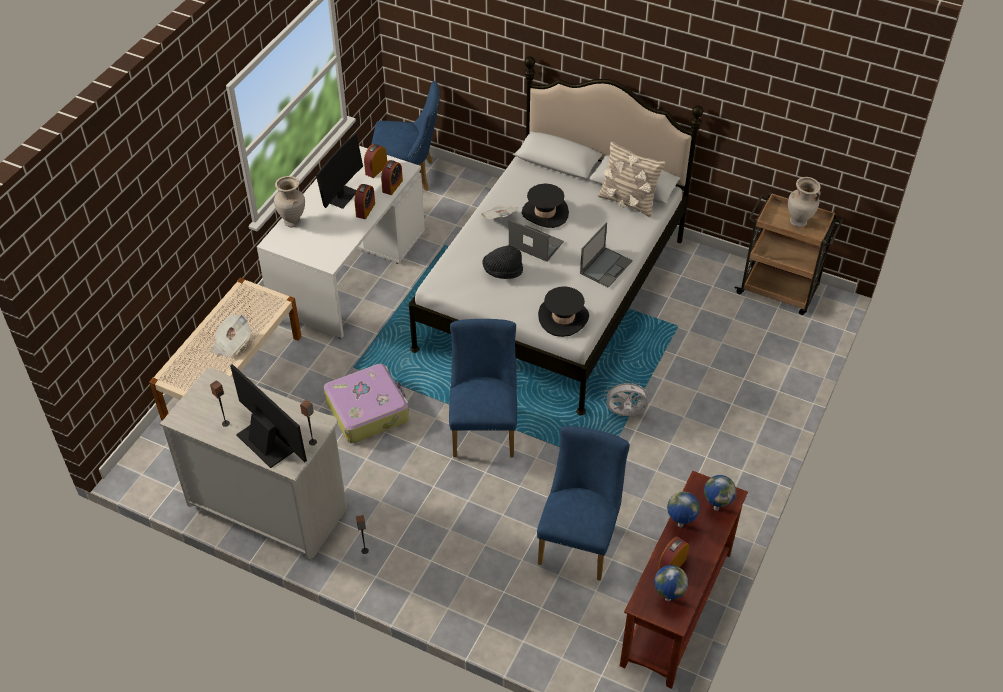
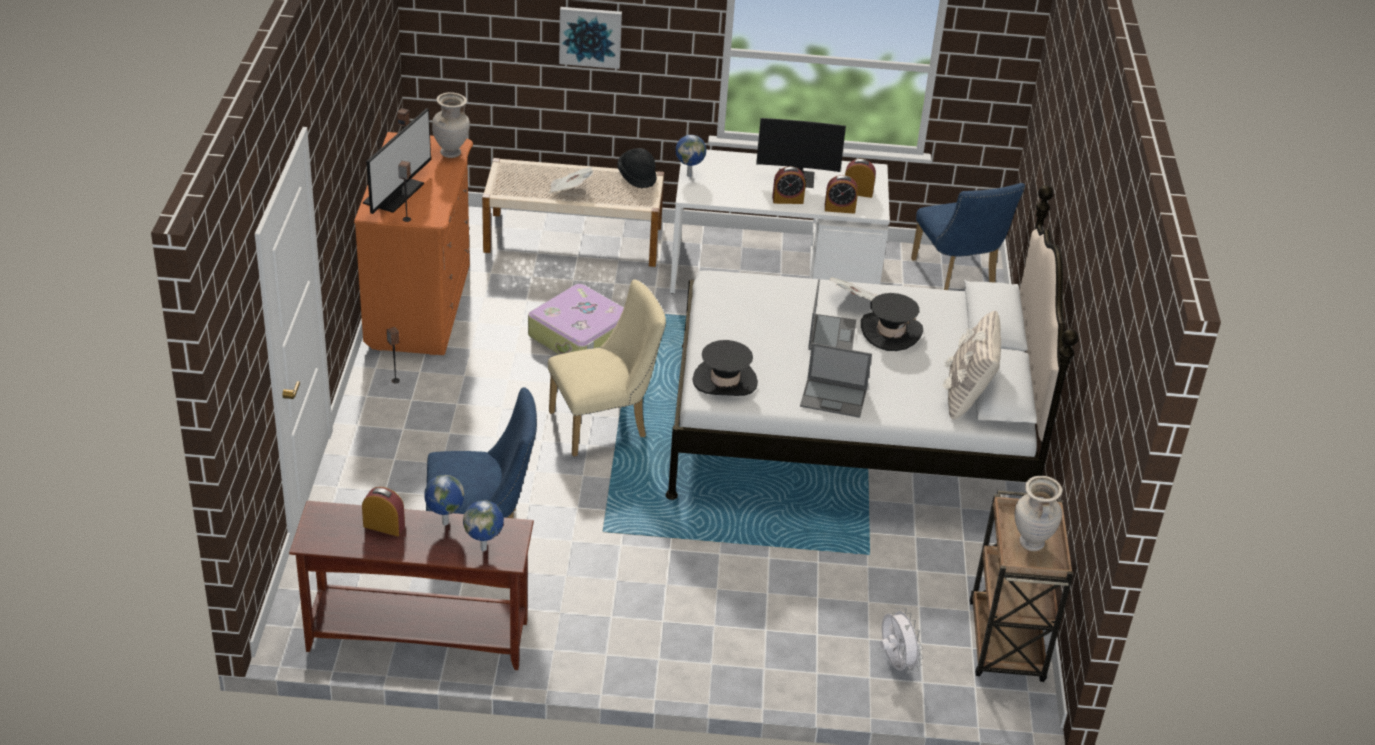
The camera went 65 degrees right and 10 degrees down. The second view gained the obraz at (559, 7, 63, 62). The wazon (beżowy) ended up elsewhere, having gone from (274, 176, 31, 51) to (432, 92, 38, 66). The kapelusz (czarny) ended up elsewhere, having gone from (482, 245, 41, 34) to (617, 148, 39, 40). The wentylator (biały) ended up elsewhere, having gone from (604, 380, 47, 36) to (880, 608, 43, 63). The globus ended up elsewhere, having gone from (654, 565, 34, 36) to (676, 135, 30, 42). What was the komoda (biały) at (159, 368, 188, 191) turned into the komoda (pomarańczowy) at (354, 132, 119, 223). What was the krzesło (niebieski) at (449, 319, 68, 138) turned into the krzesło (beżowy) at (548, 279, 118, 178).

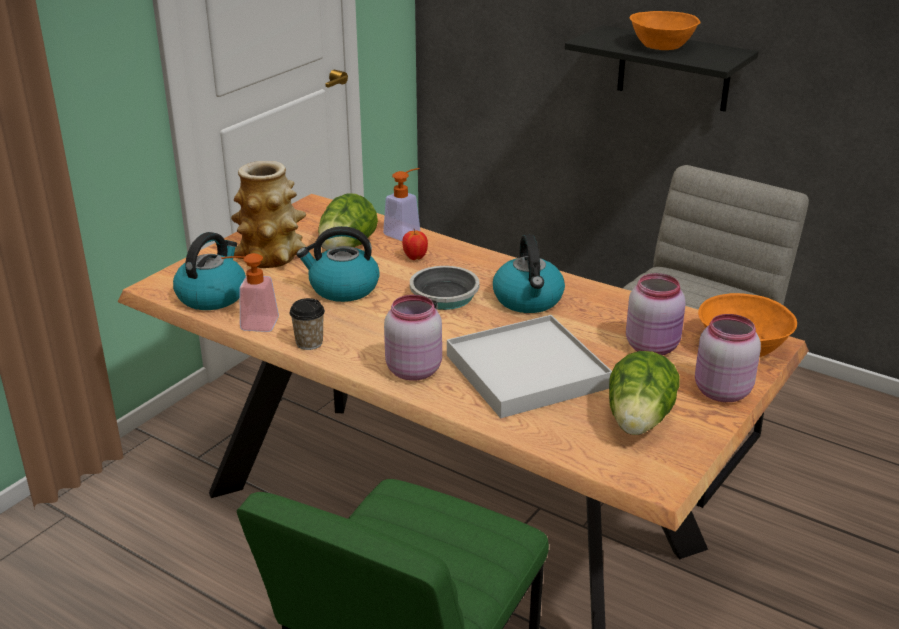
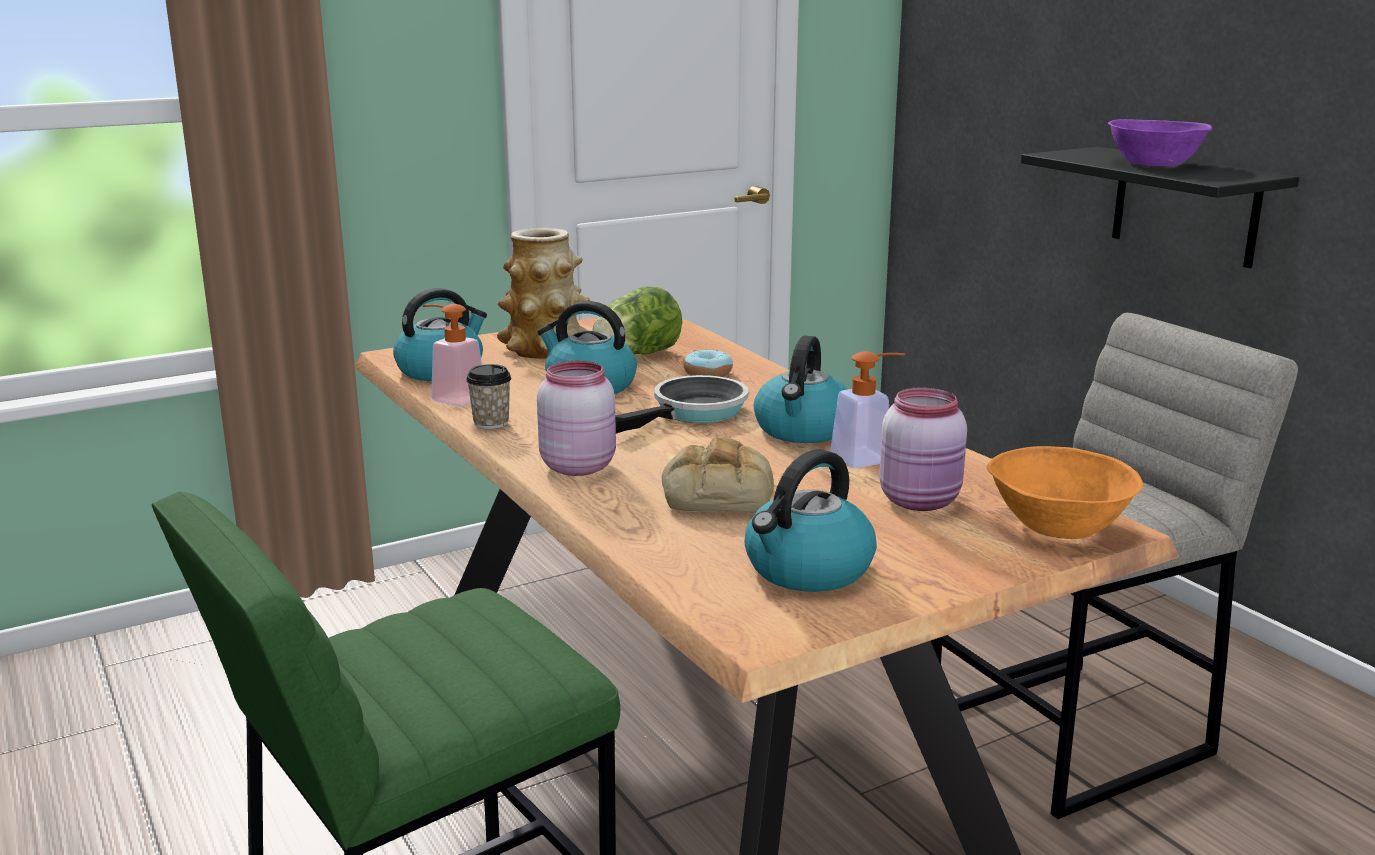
The camera went 25 degrees right and 10 degrees down. The second view lost the słoik (różowy) at (695, 314, 66, 88). The dozownik mydła ended up elsewhere, having gone from (383, 168, 37, 73) to (830, 351, 75, 117). Where the jabłko stood at (402, 229, 26, 31), the donut came to stand at (684, 349, 49, 28). Where the taca (biały) stood at (447, 315, 165, 103), the chleb came to stand at (662, 436, 112, 77). Where the sałata stood at (609, 351, 70, 84), the czajnik came to stand at (745, 449, 131, 143). What was the miska (pomarańczowy) at (630, 11, 71, 39) turned into the miska (fioletowy) at (1108, 119, 105, 47).

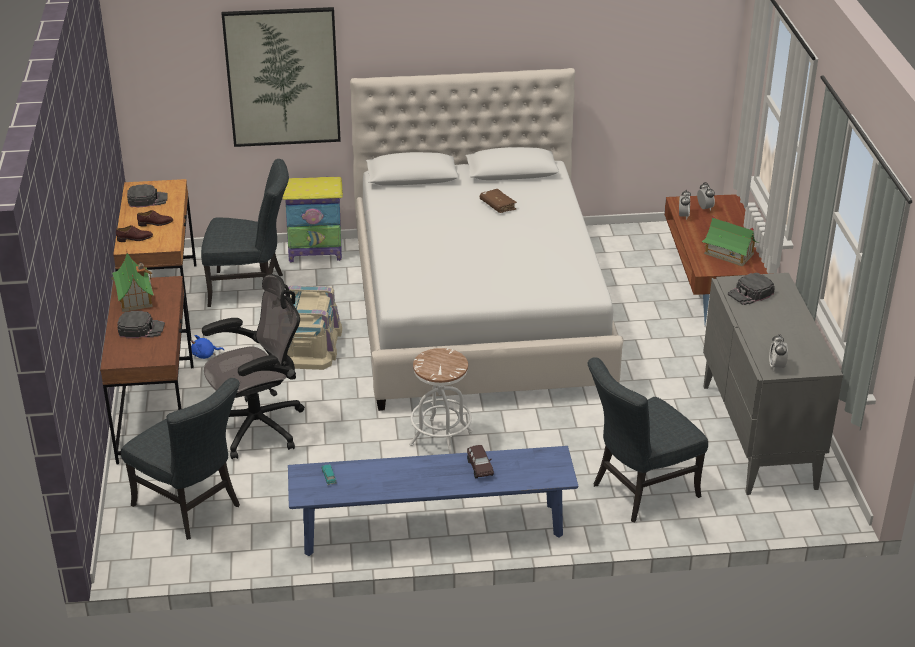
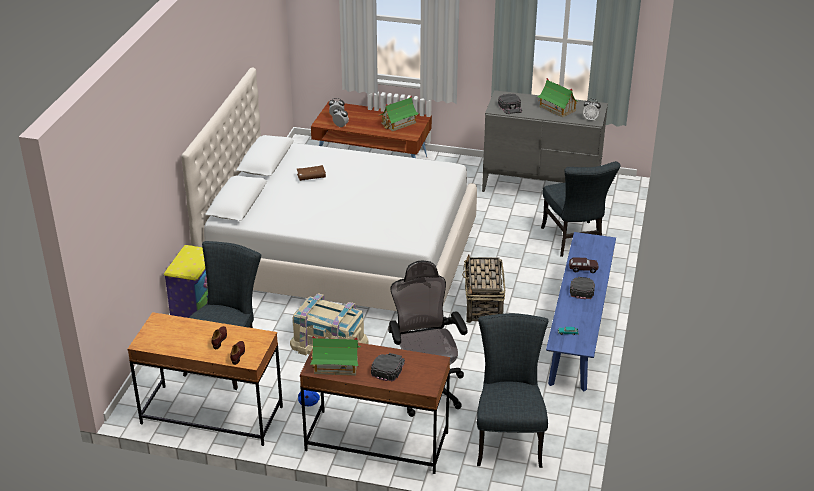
The camera went 70 degrees left and 0 degrees up. The second view lost the obraz at (222, 7, 119, 140). The second view gained the domek at (537, 78, 42, 39). The czapka z daszkiem (czarny) ended up elsewhere, having gone from (127, 184, 40, 24) to (570, 277, 25, 22). Where the stołek (biały) stood at (409, 348, 64, 106), the koszyk came to stand at (462, 254, 43, 69). The krzesło (szary) at (121, 378, 119, 162) ended up facing another way, 60 degrees counterclockwise from before.

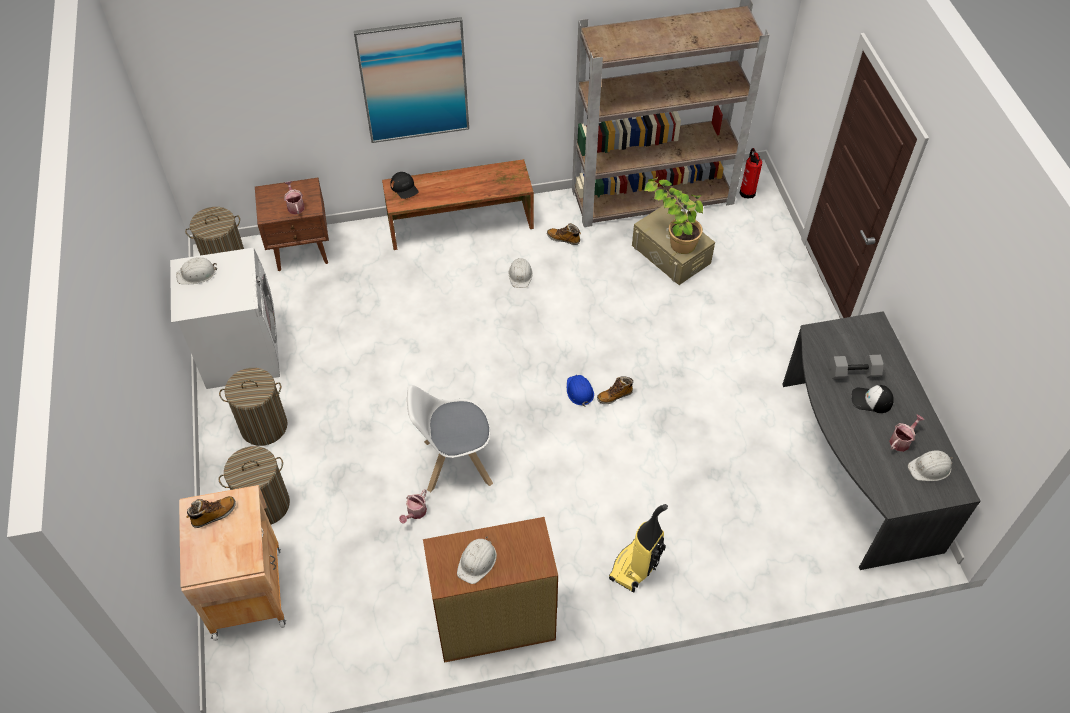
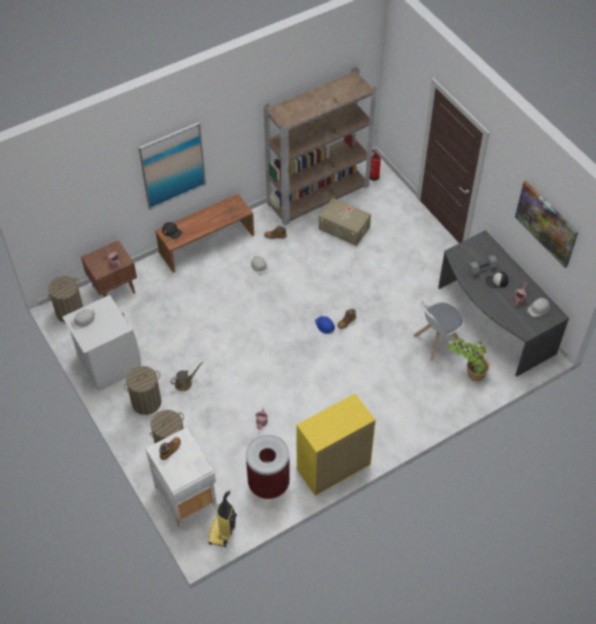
The camera went 20 degrees left and 0 degrees up. The second view lost the kask (biały) at (457, 536, 40, 48). The second view gained the konewka (brązowy) at (170, 362, 33, 29). The second view gained the kosz na śmieci at (246, 435, 44, 64). The second view gained the obraz at (515, 181, 63, 87). The krzesło ended up elsewhere, having gone from (407, 385, 86, 107) to (413, 299, 51, 62). The odkurzacz ended up elsewhere, having gone from (609, 504, 59, 88) to (208, 491, 29, 56). The roślina doniczkowa ended up elsewhere, having gone from (644, 176, 59, 78) to (448, 338, 42, 43). What was the wózek (brązowy) at (179, 485, 107, 156) turned into the wózek (biały) at (145, 428, 72, 99). What was the szafka (brązowy) at (423, 517, 135, 146) turned into the szafka (żółty) at (297, 394, 79, 102).

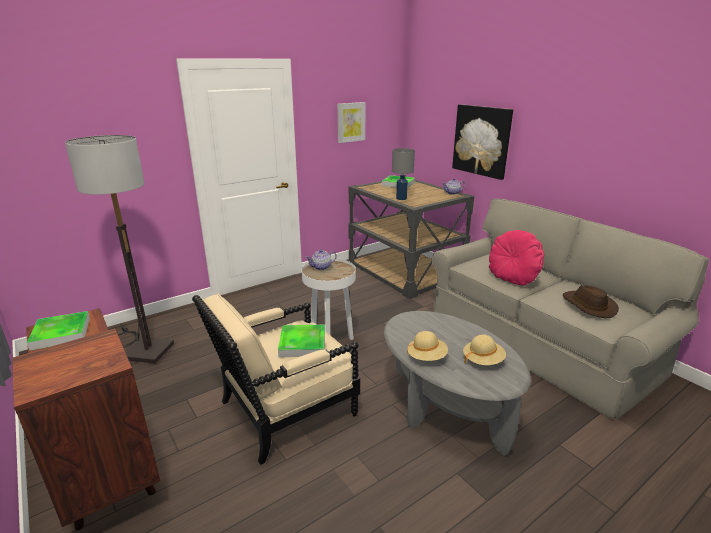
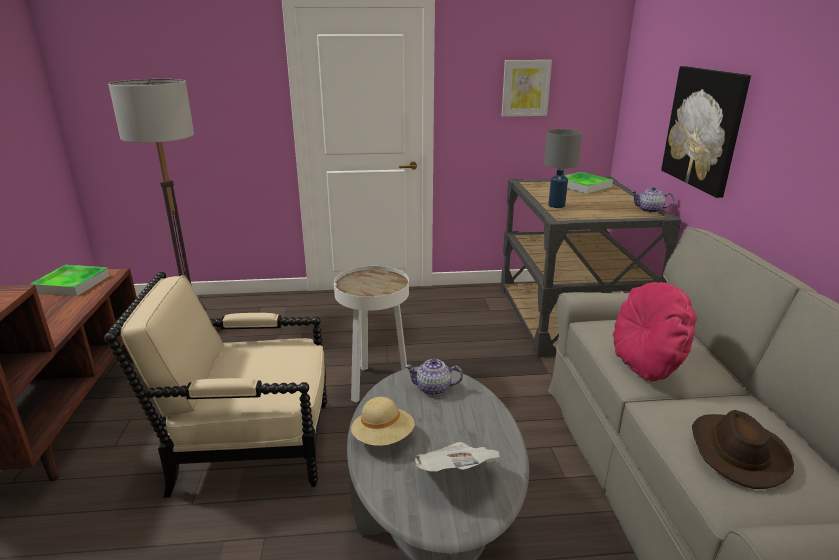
The camera went 30 degrees right and 0 degrees up. The second view lost the taca at (278, 325, 47, 32). The imbryk ended up elsewhere, having gone from (306, 249, 31, 21) to (405, 359, 58, 36). Where the kapelusz (beżowy) stood at (463, 334, 43, 31), the gazeta came to stand at (415, 442, 85, 30).

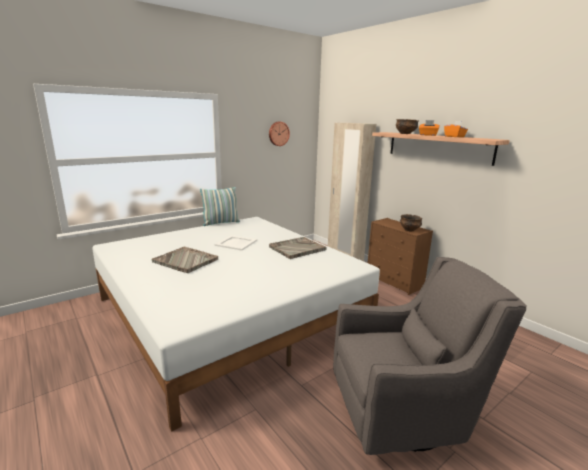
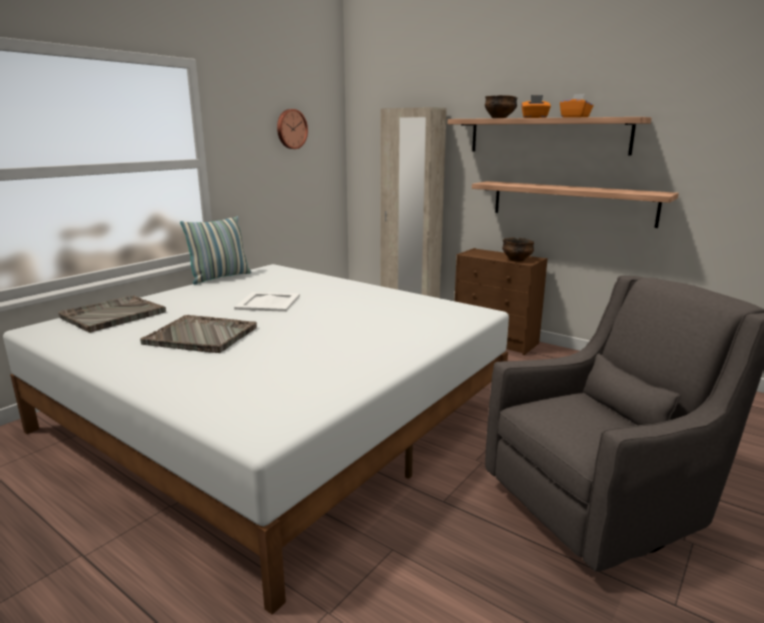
The camera went 15 degrees left and 0 degrees up. The second view gained the półka at (472, 181, 207, 47). The taca (szary) ended up elsewhere, having gone from (269, 237, 58, 22) to (58, 296, 108, 37).

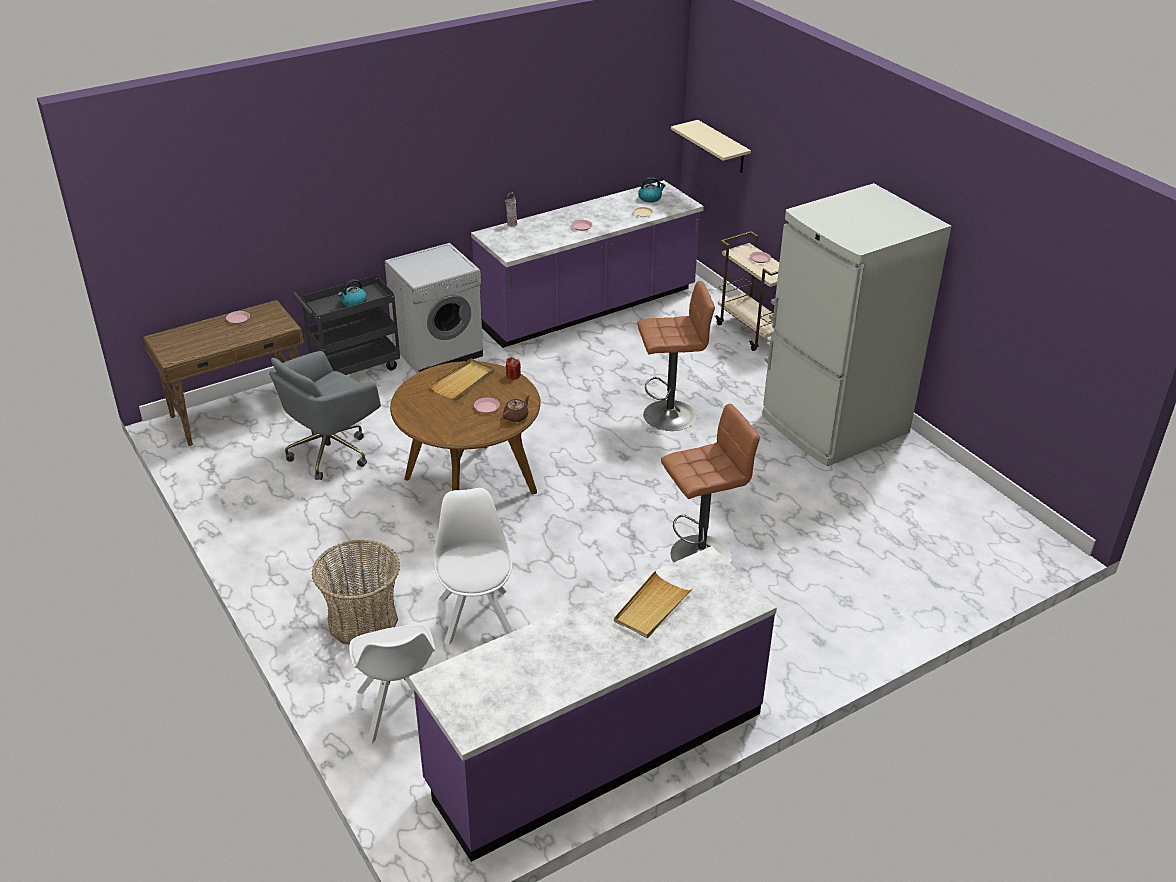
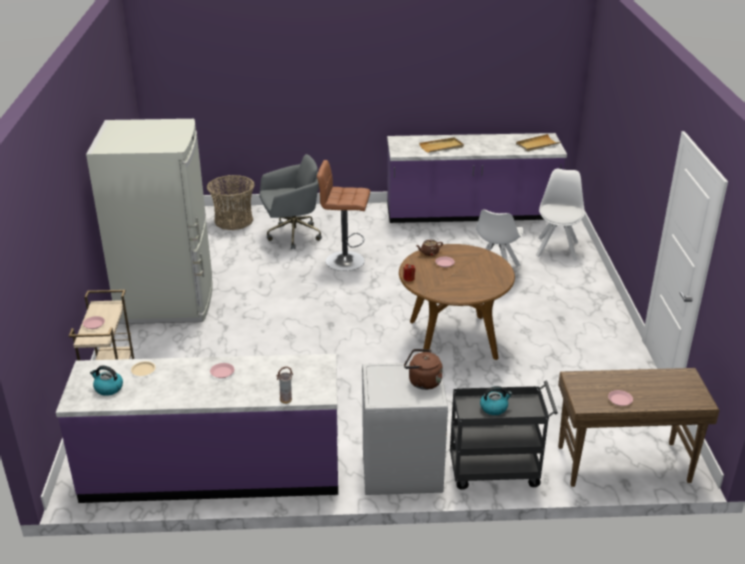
The camera went 150 degrees left and 5 degrees down. The second view lost the stołek (brązowy) at (637, 281, 78, 150). The second view lost the półka (beżowy) at (671, 120, 80, 53). The second view gained the czajnik (brązowy) at (404, 349, 38, 41). The krzesło biurowe (szary) ended up elsewhere, having gone from (269, 351, 112, 129) to (259, 154, 63, 95). The koszyk ended up elsewhere, having gone from (312, 539, 88, 106) to (207, 175, 48, 55). The taca (beżowy) ended up elsewhere, having gone from (429, 359, 65, 40) to (516, 134, 45, 17).

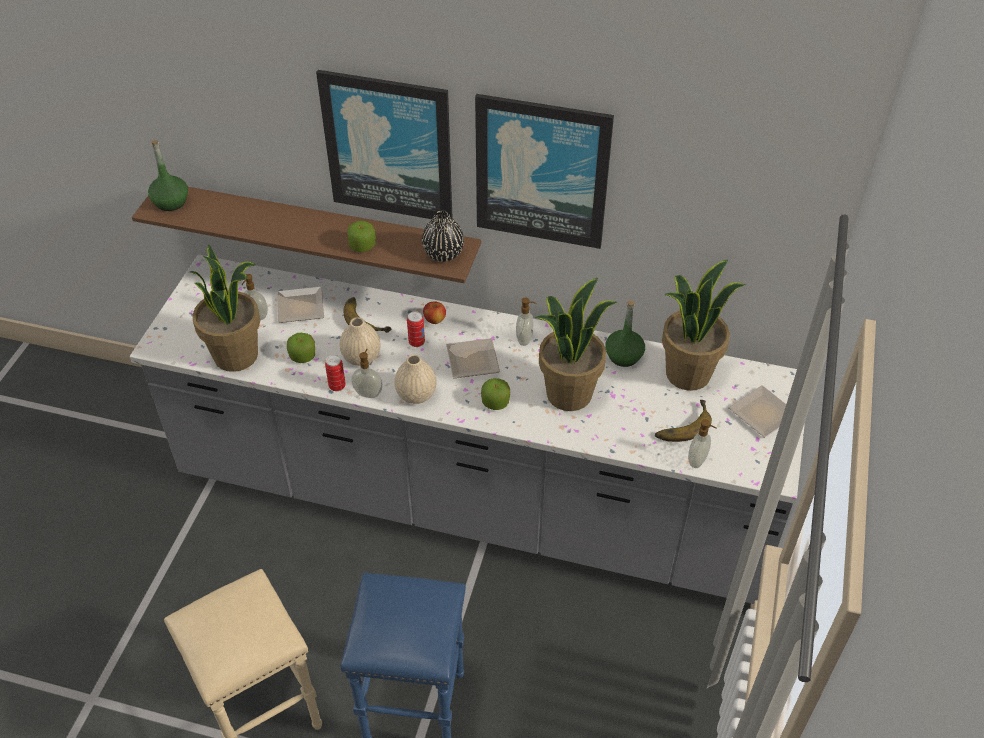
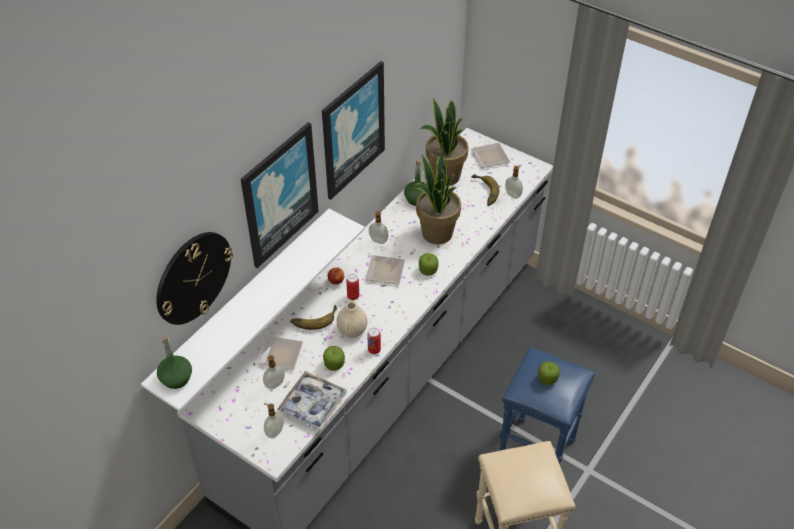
The camera went 70 degrees left and 0 degrees up. The second view lost the wazon (beżowy) at (394, 354, 43, 50). The second view lost the wazon (czarny) at (422, 210, 42, 52). The second view gained the zegar ścienny at (156, 232, 77, 93). The jabłko ended up elsewhere, having gone from (347, 221, 29, 31) to (538, 361, 22, 24). The dozownik mydła ended up elsewhere, having gone from (351, 349, 31, 49) to (264, 403, 20, 35). Where the roślina doniczkowa stood at (191, 244, 69, 128), the taca came to stand at (277, 371, 70, 59). What was the półka (brązowy) at (132, 187, 349, 96) turned into the półka (biały) at (141, 209, 224, 203).

